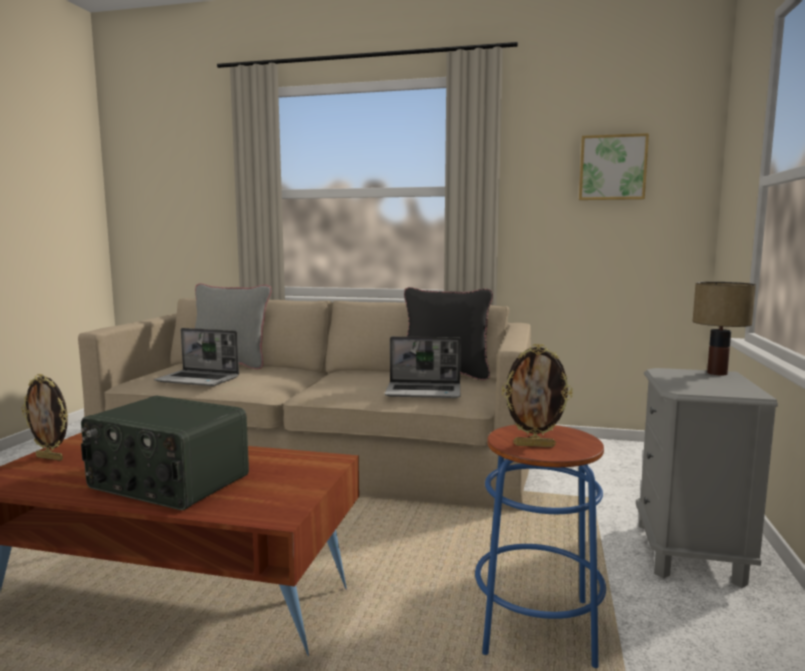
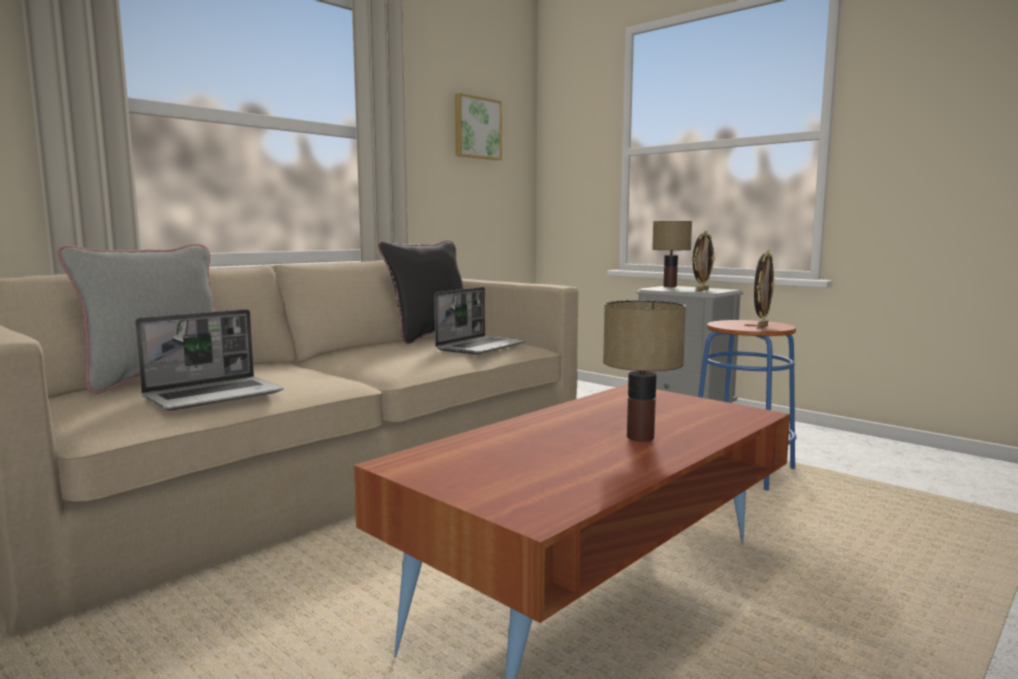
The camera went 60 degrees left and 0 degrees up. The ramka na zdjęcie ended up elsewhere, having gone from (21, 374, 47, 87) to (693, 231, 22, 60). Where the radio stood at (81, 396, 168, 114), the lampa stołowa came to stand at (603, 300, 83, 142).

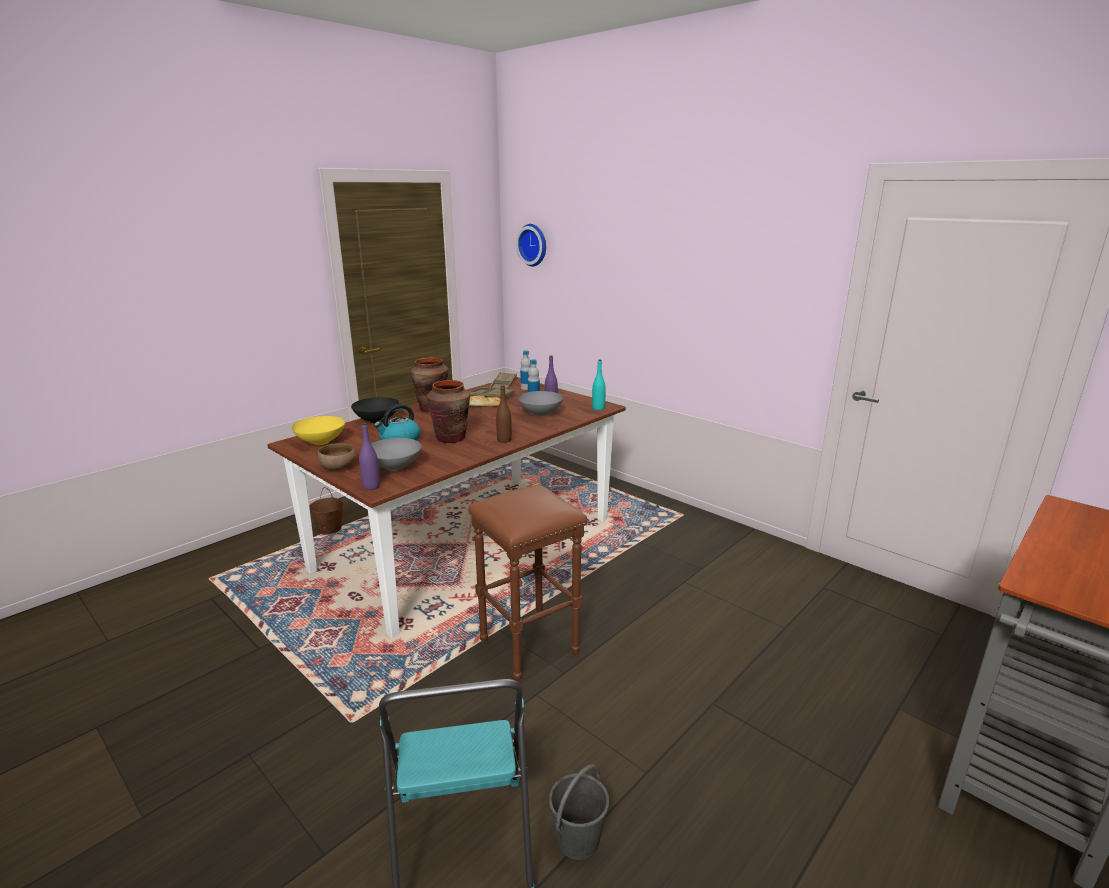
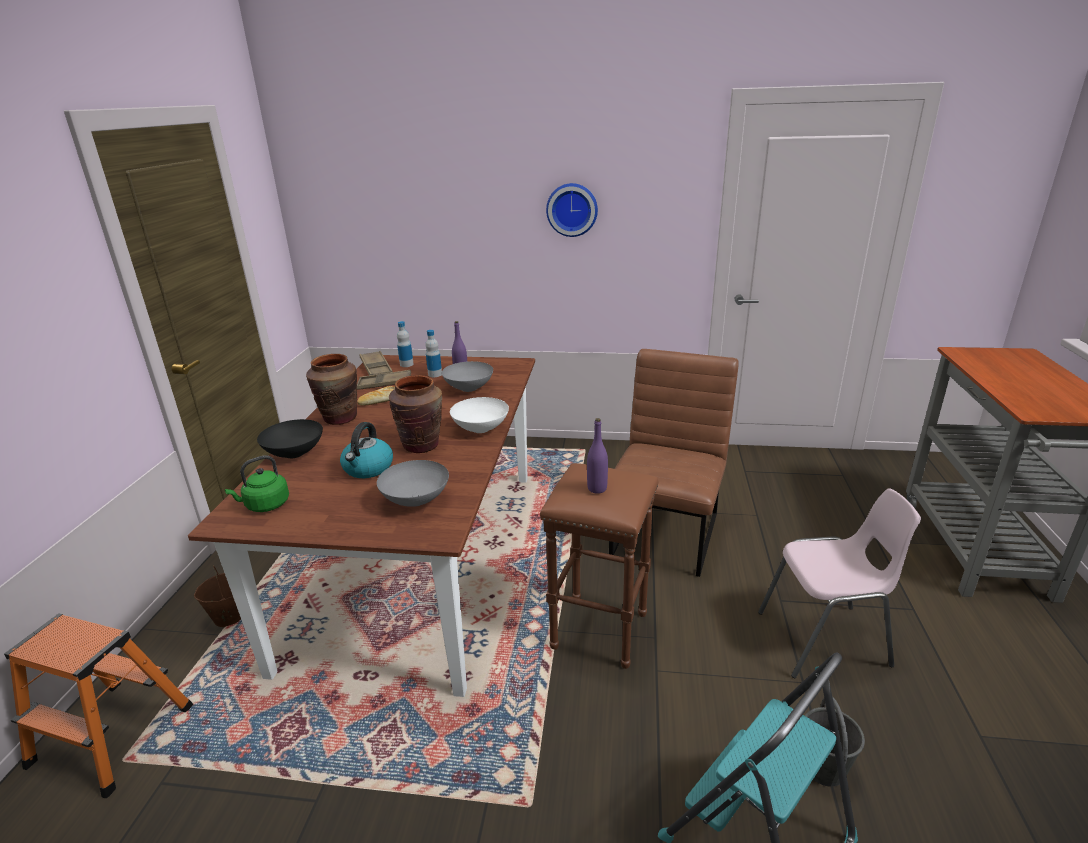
The camera went 35 degrees left and 5 degrees up. The second view lost the miska (brązowy) at (318, 443, 38, 27). The second view lost the butelka (turkusowy) at (592, 360, 14, 50). The second view gained the drabinka (pomarańczowy) at (4, 613, 189, 185). The second view gained the krzesło (brązowy) at (609, 349, 130, 228). The second view gained the krzesło (różowy) at (758, 488, 163, 190). The butelka (fioletowy) ended up elsewhere, having gone from (359, 423, 21, 67) to (587, 418, 21, 76). The zegar ścienny ended up elsewhere, having gone from (516, 224, 30, 43) to (546, 183, 52, 54). Where the miska (żółty) stood at (291, 416, 54, 29), the czajnik (zielony) came to stand at (225, 455, 64, 57). Where the butelka (brązowy) stood at (496, 385, 16, 58), the miska (biały) came to stand at (450, 397, 59, 36).

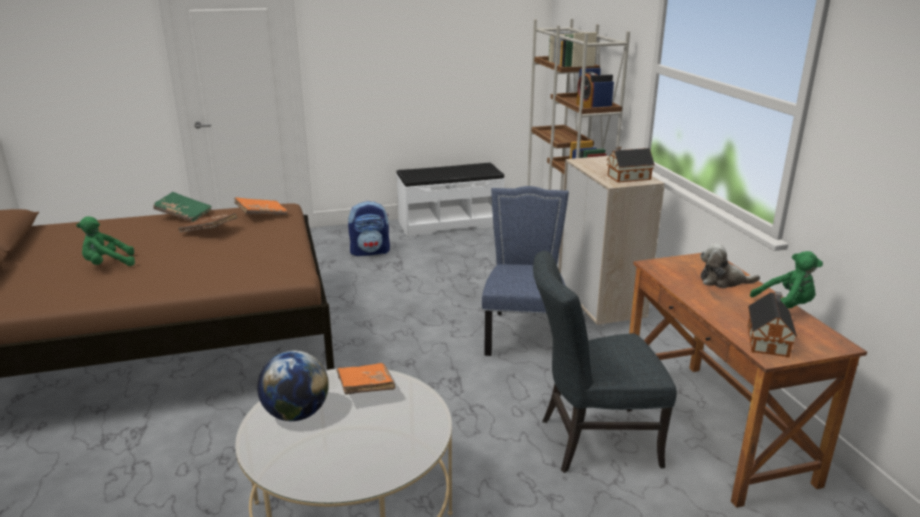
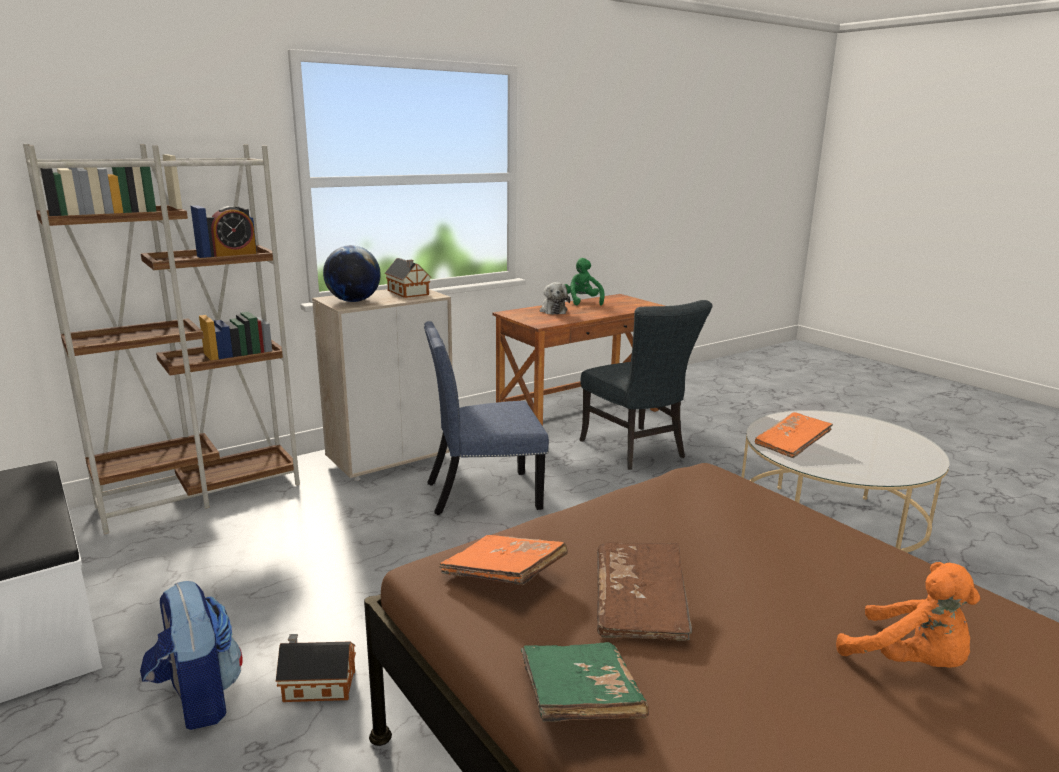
The camera went 110 degrees left and 5 degrees down. The globus ended up elsewhere, having gone from (257, 351, 72, 70) to (323, 245, 58, 57). The domek ended up elsewhere, having gone from (748, 292, 50, 66) to (276, 634, 80, 68). What was the pluszak (zielony) at (76, 216, 59, 50) turned into the pluszak (pomarańczowy) at (836, 562, 144, 106).

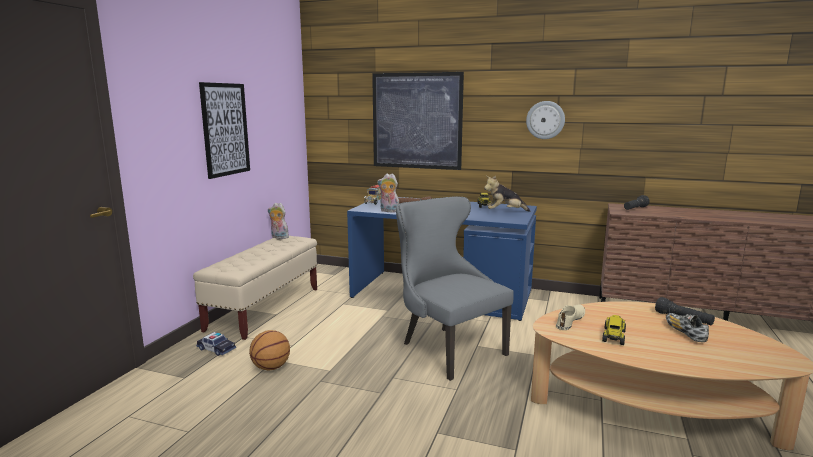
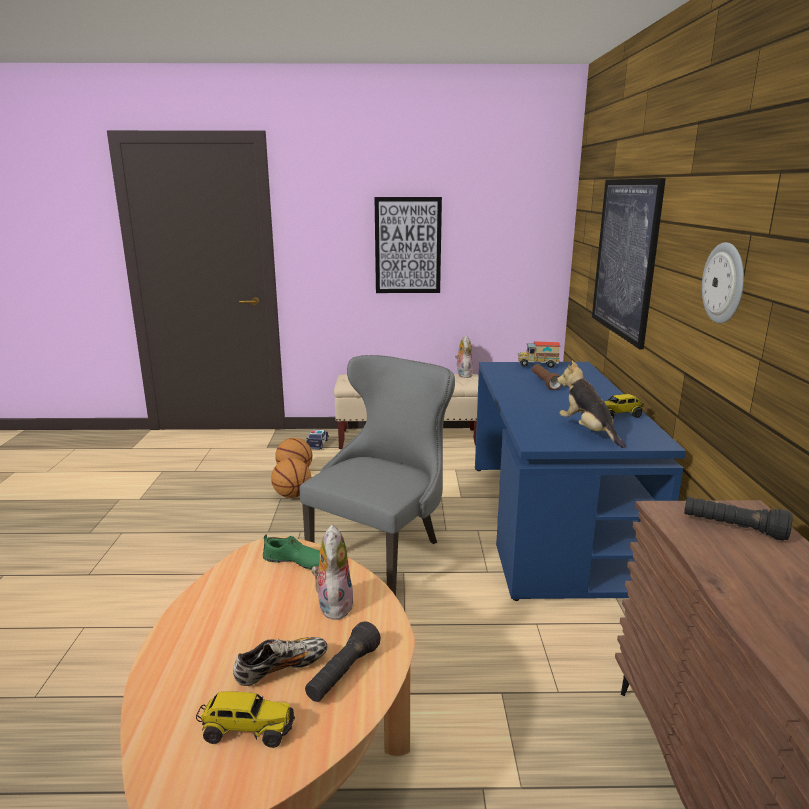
The camera went 70 degrees right and 5 degrees up. The second view gained the piłka do koszykówki at (271, 458, 40, 40). The pluszak ended up elsewhere, having gone from (377, 173, 22, 40) to (311, 525, 43, 95). The ciężarówka zabawkowa ended up elsewhere, having gone from (602, 315, 24, 30) to (196, 691, 99, 57). What was the but (beżowy) at (556, 304, 29, 26) turned into the but (zielony) at (263, 534, 57, 36).

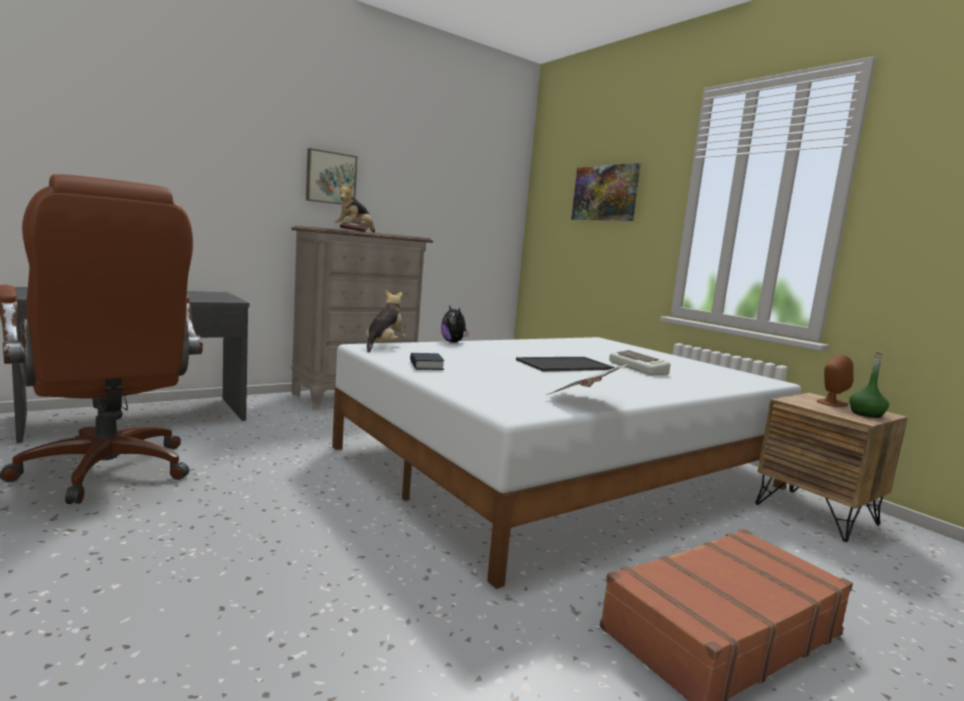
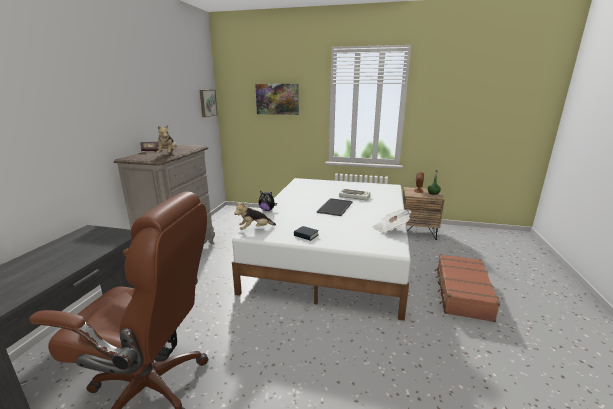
The camera went 40 degrees left and 10 degrees up. The obraz ended up elsewhere, having gone from (306, 148, 51, 57) to (200, 90, 18, 27). The pluszak at (366, 290, 40, 63) ended up facing another way, 90 degrees counterclockwise from before.

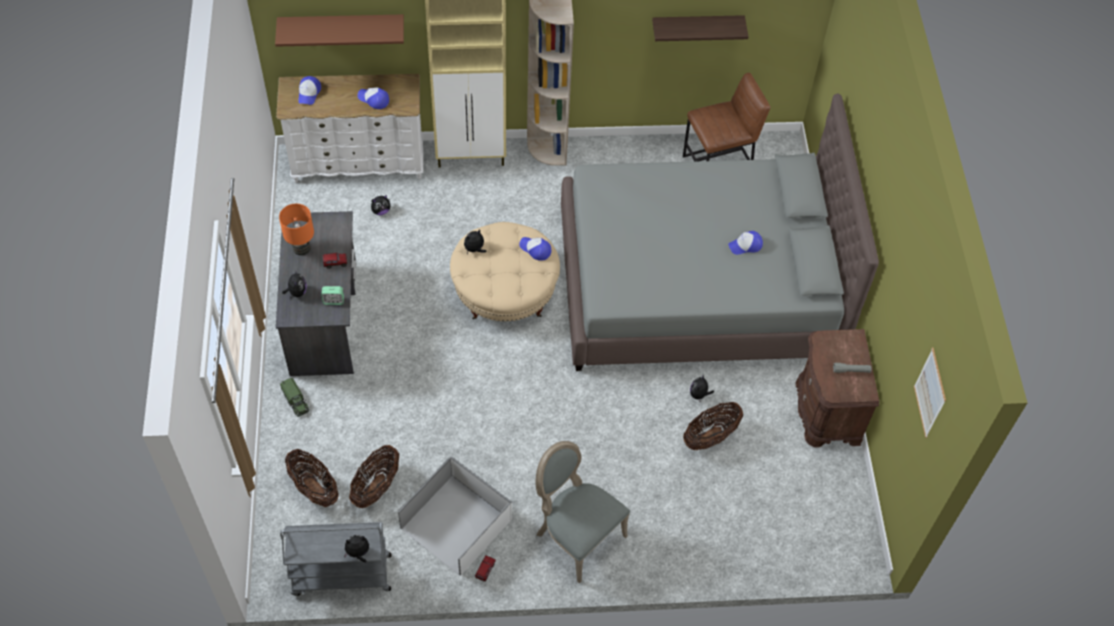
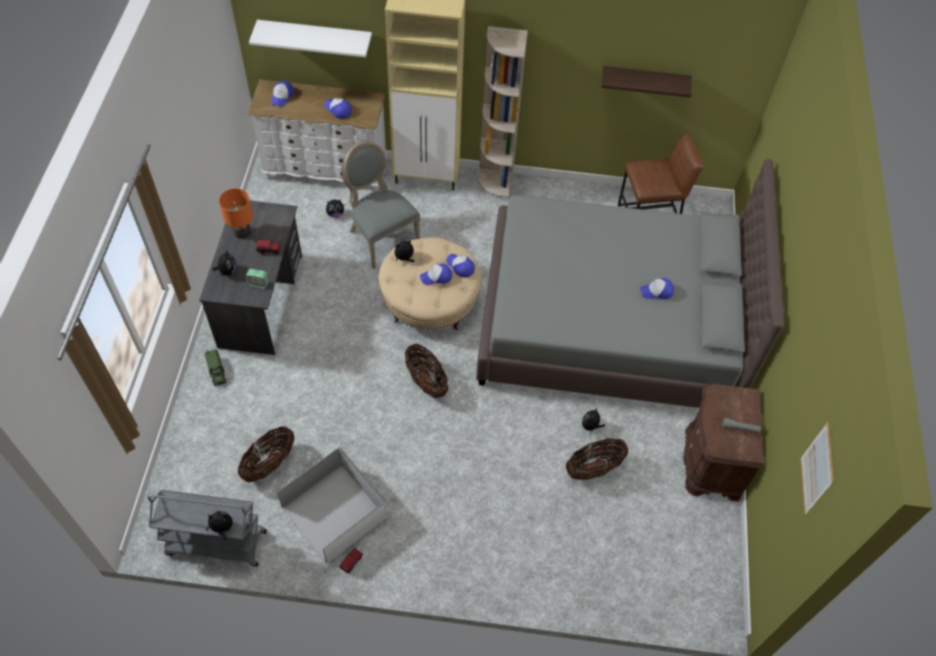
The camera went 10 degrees right and 0 degrees up. The second view gained the czapka z daszkiem at (420, 264, 32, 21). The koszyk ended up elsewhere, having gone from (285, 449, 54, 58) to (405, 344, 43, 54). The krzesło (szary) ended up elsewhere, having gone from (536, 441, 94, 143) to (342, 141, 78, 128). What was the półka (brązowy) at (275, 14, 129, 33) turned into the półka (biały) at (249, 20, 123, 37).

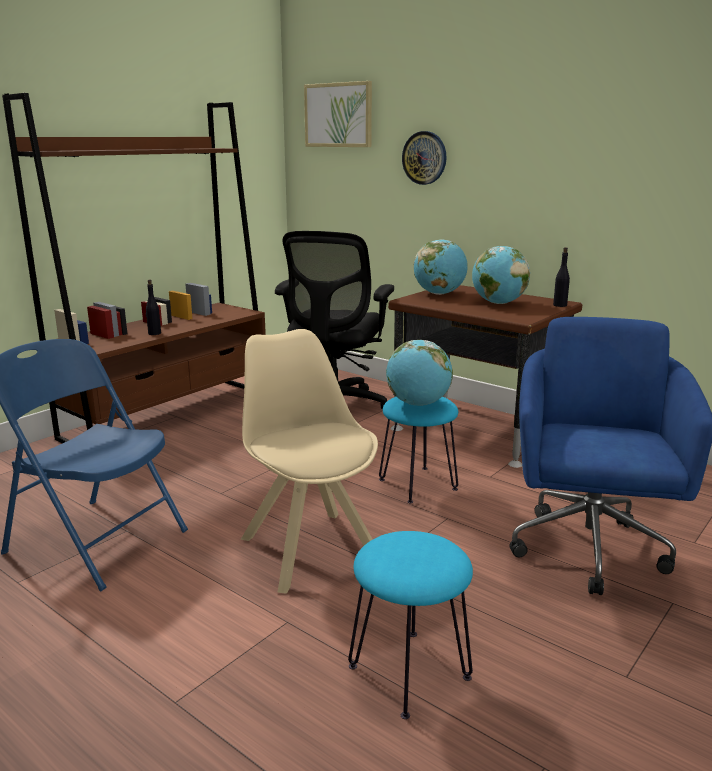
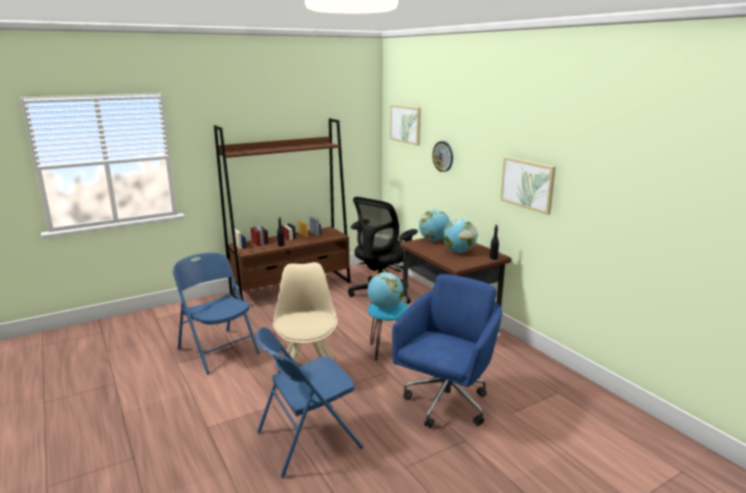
The camera went 20 degrees right and 0 degrees up. The second view gained the obraz at (500, 157, 56, 58). Where the stołek (turkusowy) stood at (348, 531, 125, 188), the krzesło (niebieski) came to stand at (256, 327, 107, 151).

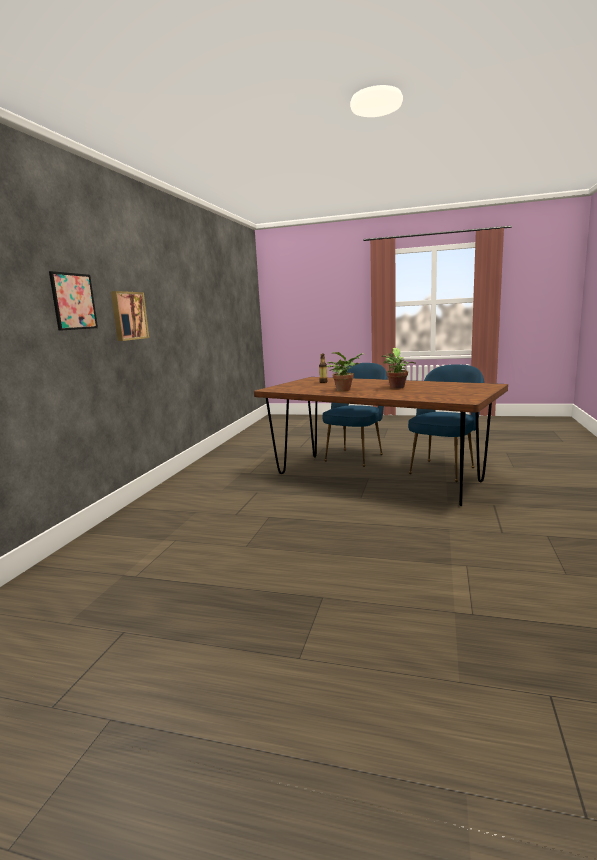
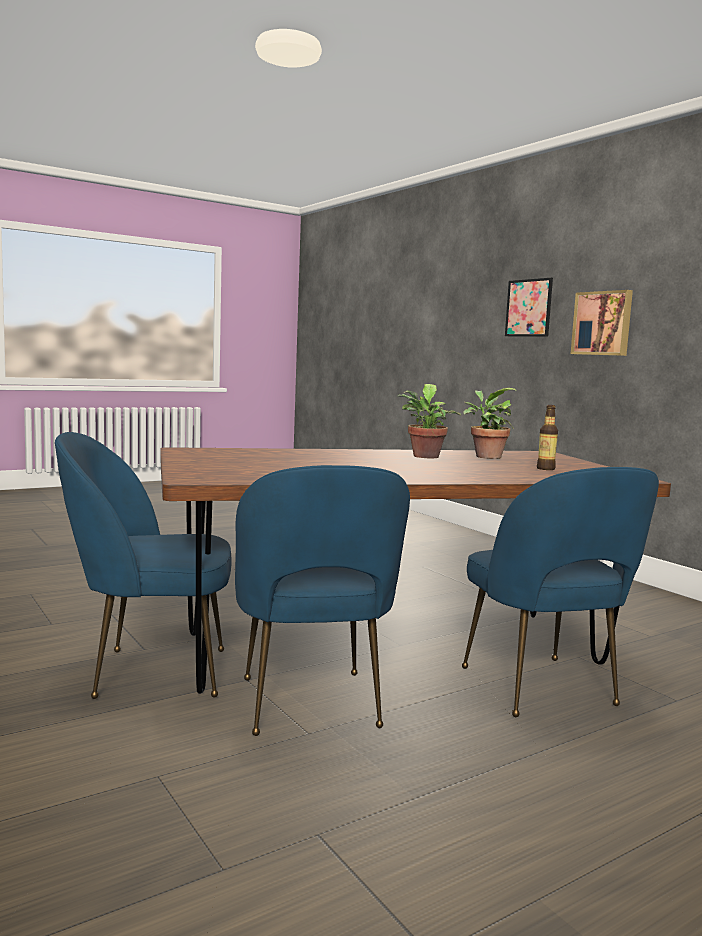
The camera went 130 degrees right and 5 degrees down. The second view gained the krzesło (niebieski) at (55, 432, 177, 267). The roślina doniczkowa ended up elsewhere, having gone from (381, 348, 35, 41) to (463, 388, 54, 71).

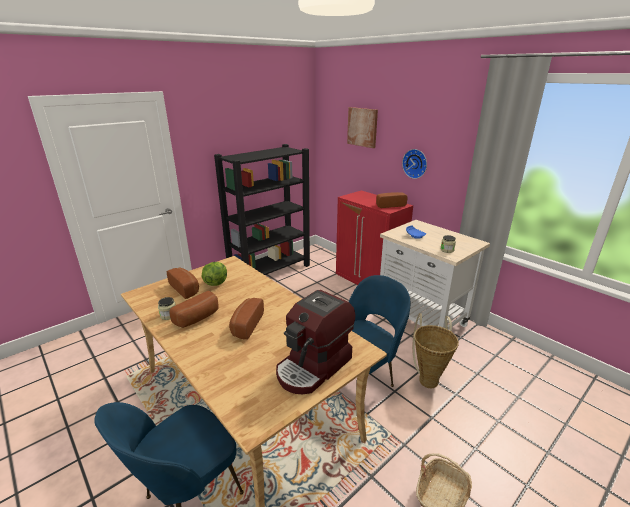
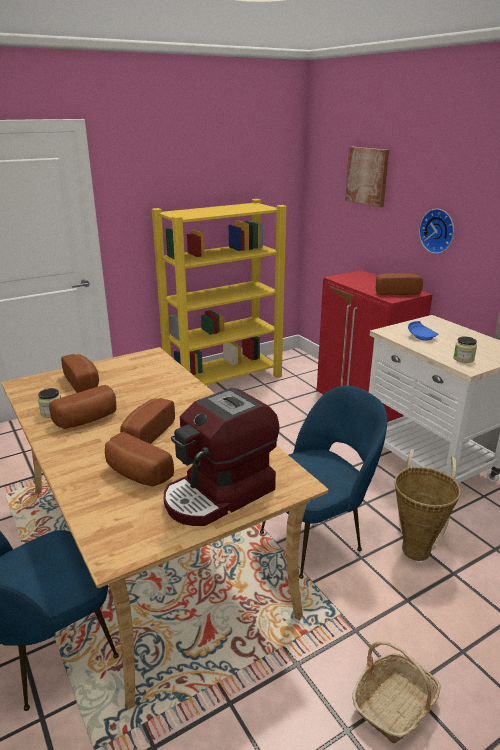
The camera went 10 degrees right and 0 degrees up. The second view lost the sałata at (202, 262, 25, 24). The second view gained the chleb at (105, 432, 69, 54). What was the regał (czarny) at (214, 144, 96, 131) turned into the regał (żółty) at (152, 199, 134, 186).

